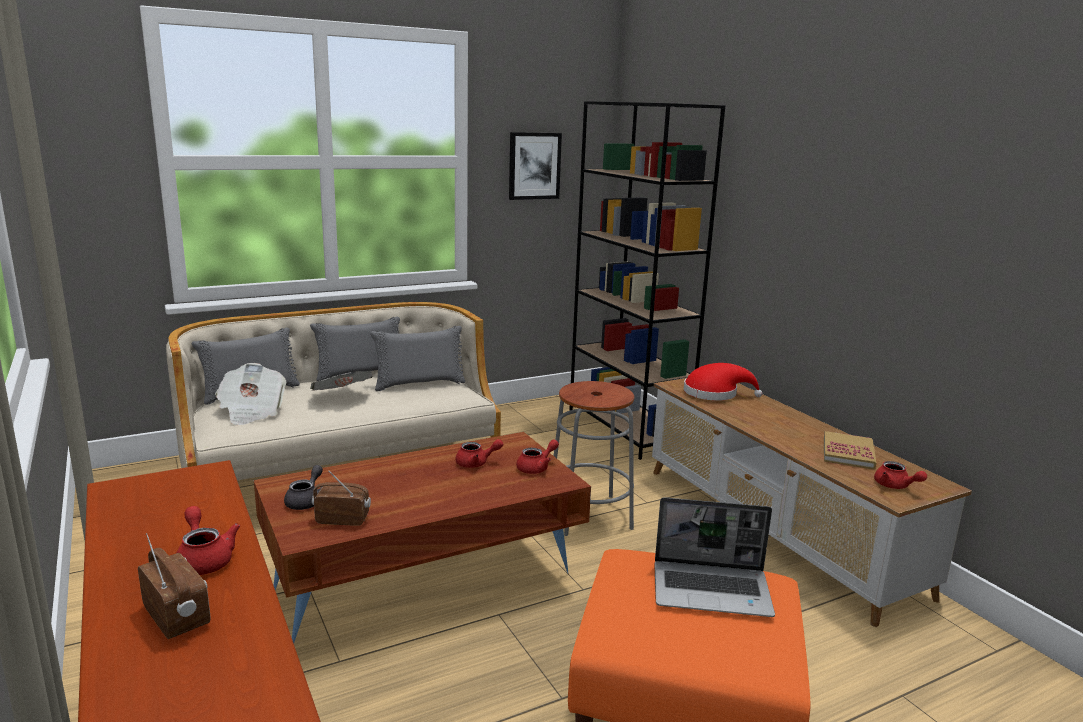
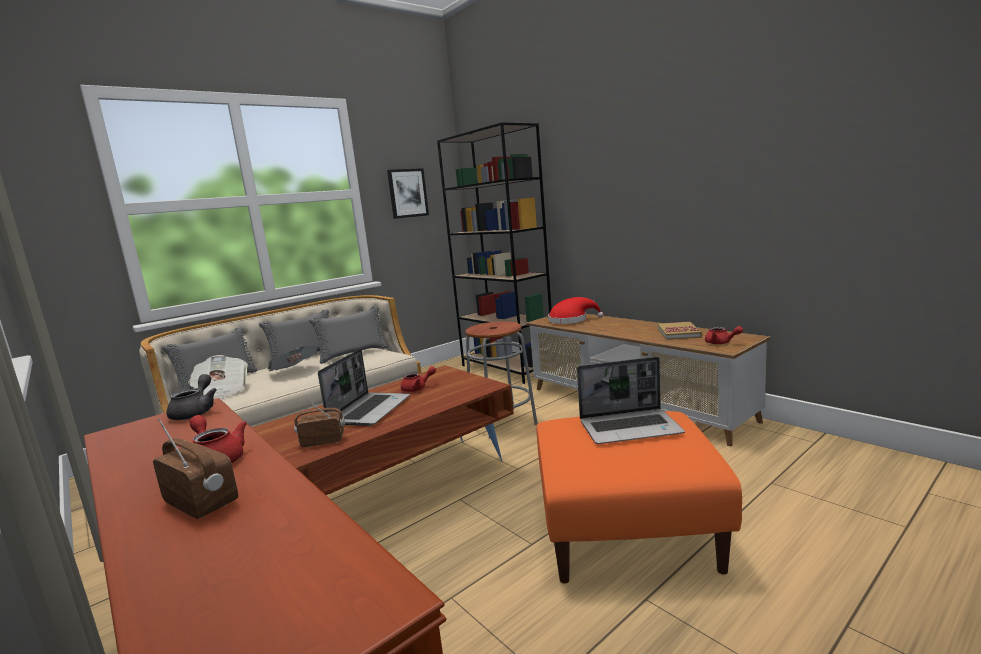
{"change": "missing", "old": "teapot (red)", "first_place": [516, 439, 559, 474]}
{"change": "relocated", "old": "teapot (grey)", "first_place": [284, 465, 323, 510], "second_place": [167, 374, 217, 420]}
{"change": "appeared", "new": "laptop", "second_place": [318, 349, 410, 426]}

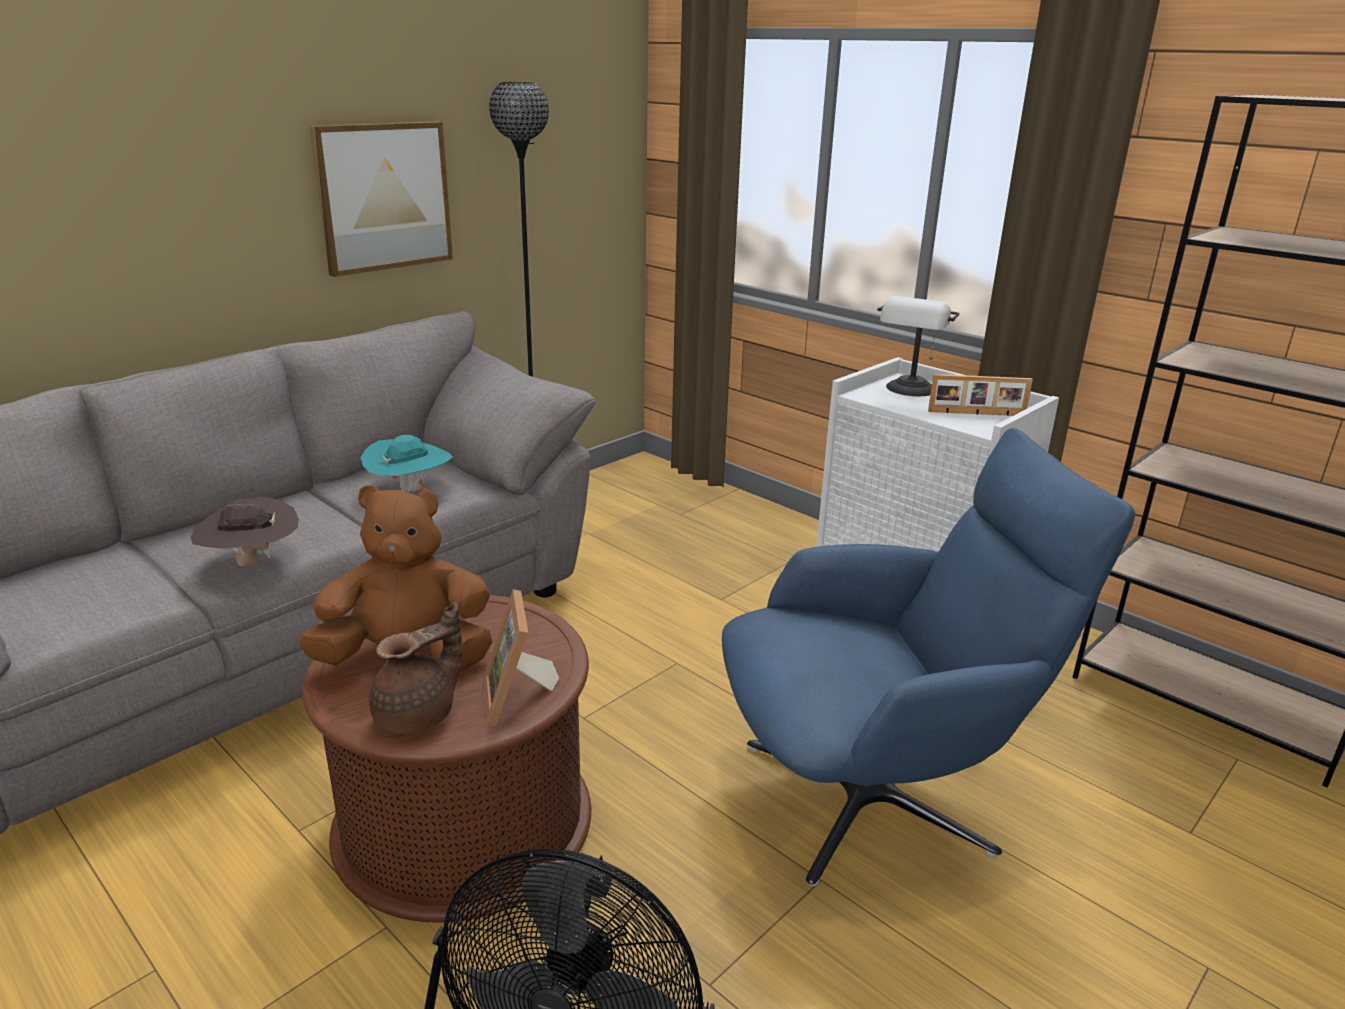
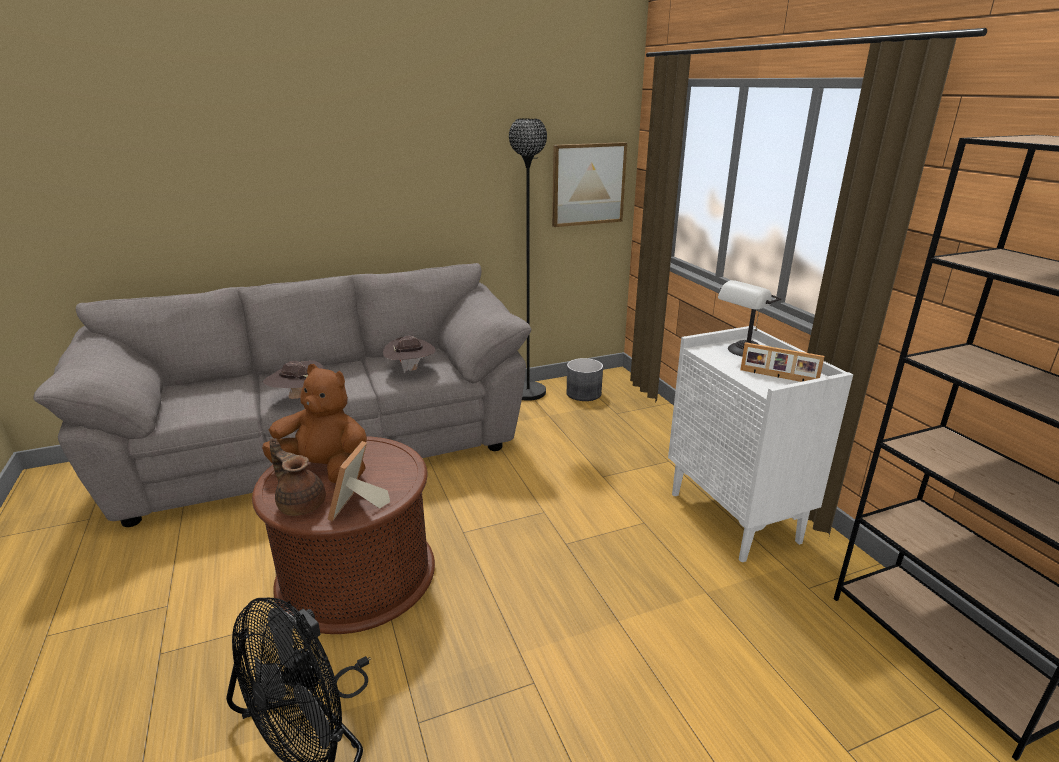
{"change": "relocated", "old": "picture", "first_place": [309, 121, 453, 277], "second_place": [552, 142, 627, 227]}
{"change": "missing", "old": "armchair (blue)", "first_place": [722, 428, 1135, 886]}
{"change": "colour", "old": "hat (turquoise)", "new": "hat (brown)", "first_place": [361, 435, 453, 492], "second_place": [383, 336, 436, 373]}
{"change": "spun", "old": "teapot (brown)", "first_place": [369, 602, 463, 734], "second_place": [269, 438, 326, 516], "degrees": -120}
{"change": "appeared", "new": "planter (grey)", "second_place": [566, 358, 603, 401]}

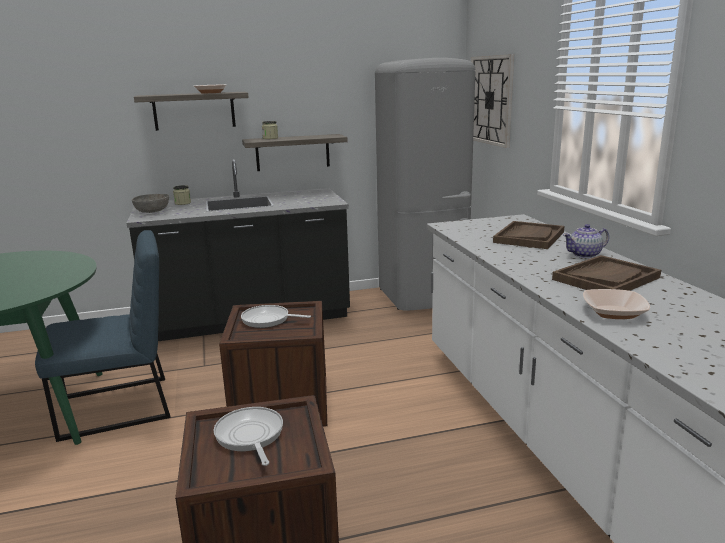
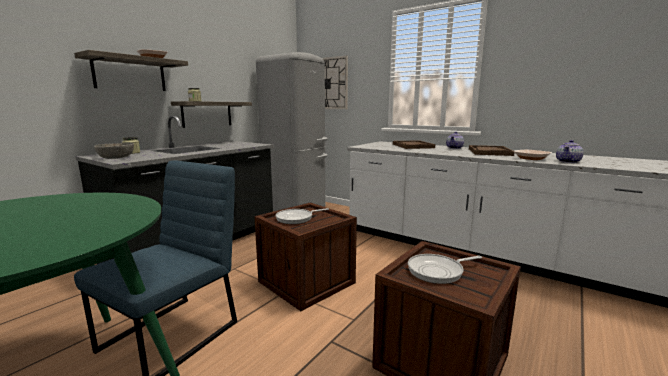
{"change": "spun", "old": "frying pan", "first_place": [214, 407, 283, 466], "second_place": [408, 254, 482, 284], "degrees": -45}
{"change": "appeared", "new": "teapot", "second_place": [556, 140, 584, 163]}

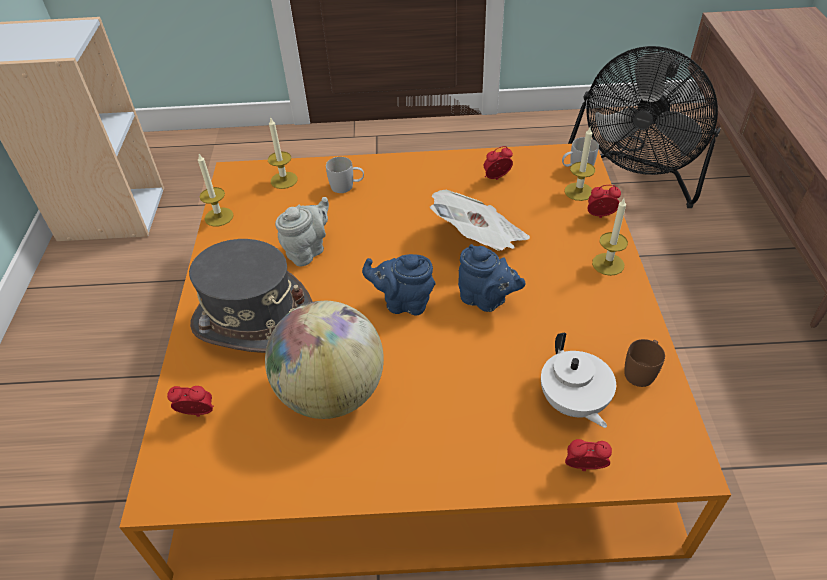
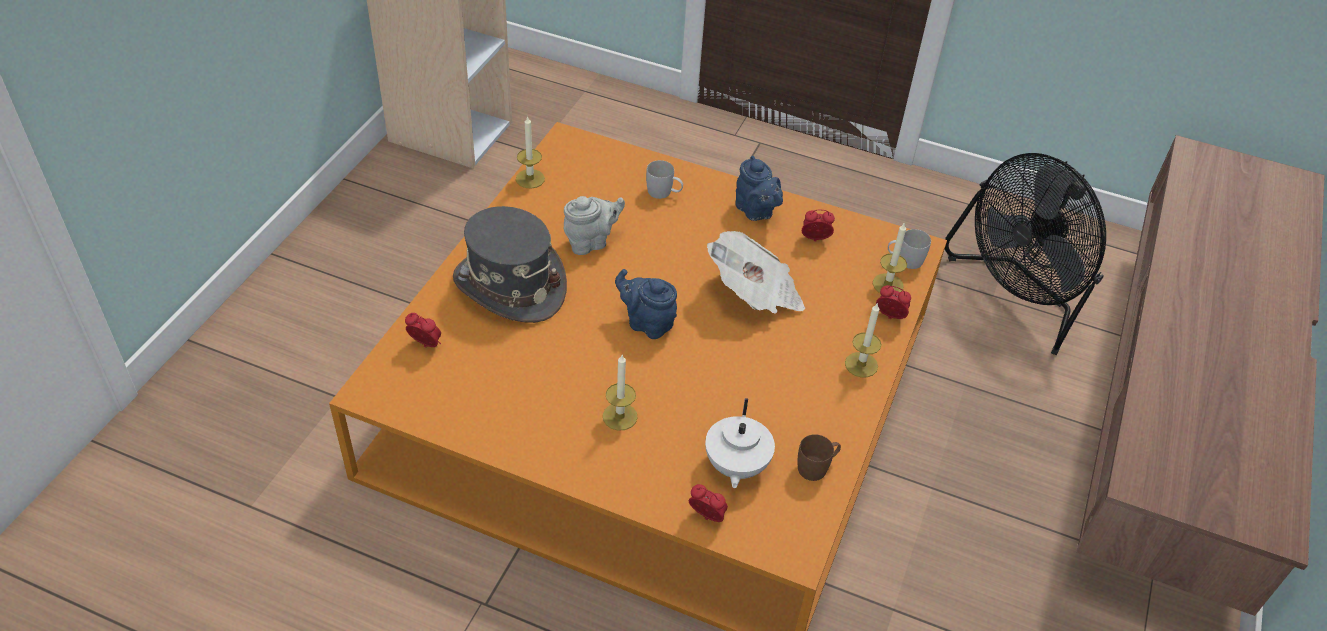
{"change": "relocated", "old": "candle", "first_place": [268, 117, 298, 189], "second_place": [603, 355, 637, 430]}
{"change": "relocated", "old": "teapot (blue)", "first_place": [458, 244, 526, 312], "second_place": [735, 156, 783, 221]}
{"change": "missing", "old": "globe", "first_place": [265, 301, 384, 419]}

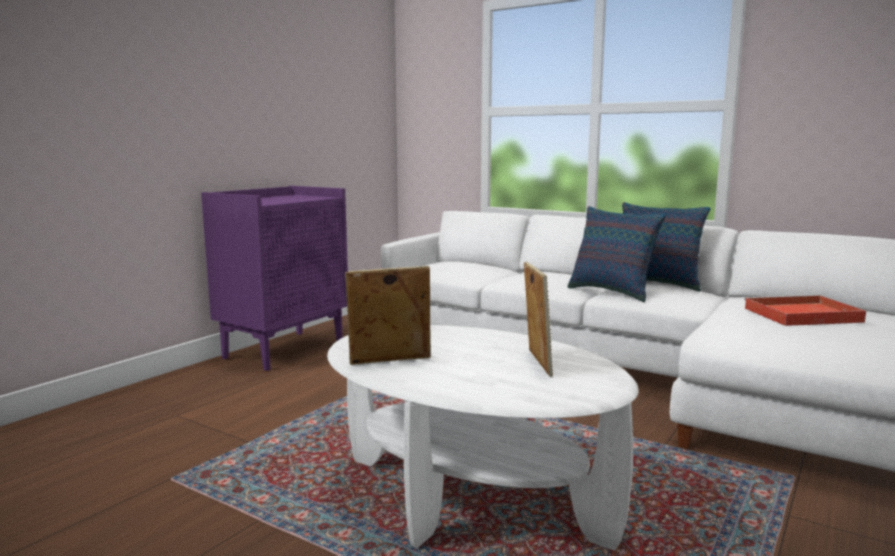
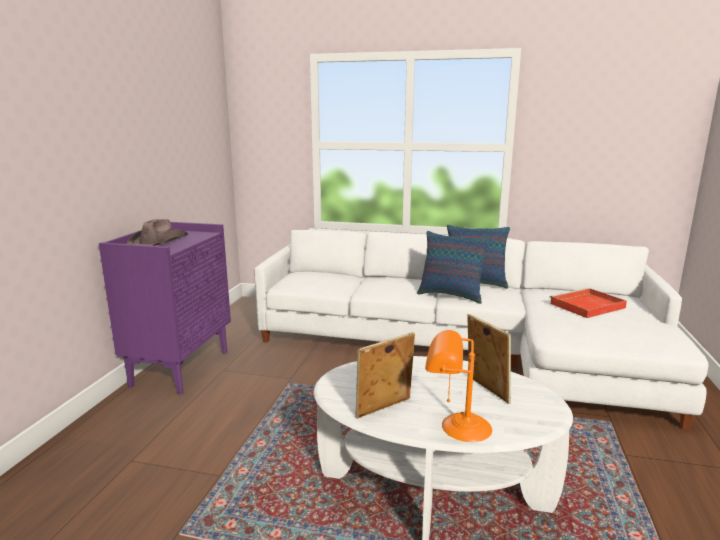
{"change": "appeared", "new": "hat (brown)", "second_place": [126, 219, 188, 246]}
{"change": "appeared", "new": "table lamp (orange)", "second_place": [425, 330, 492, 442]}

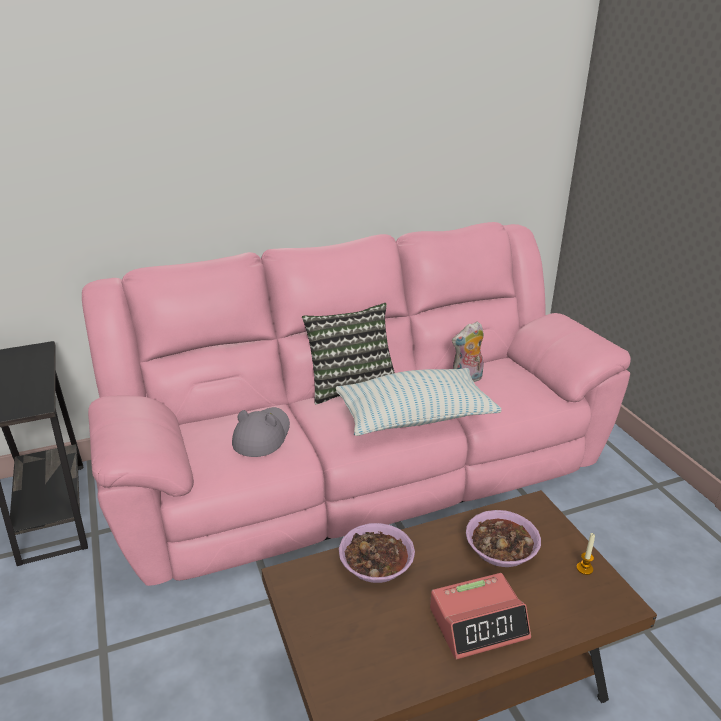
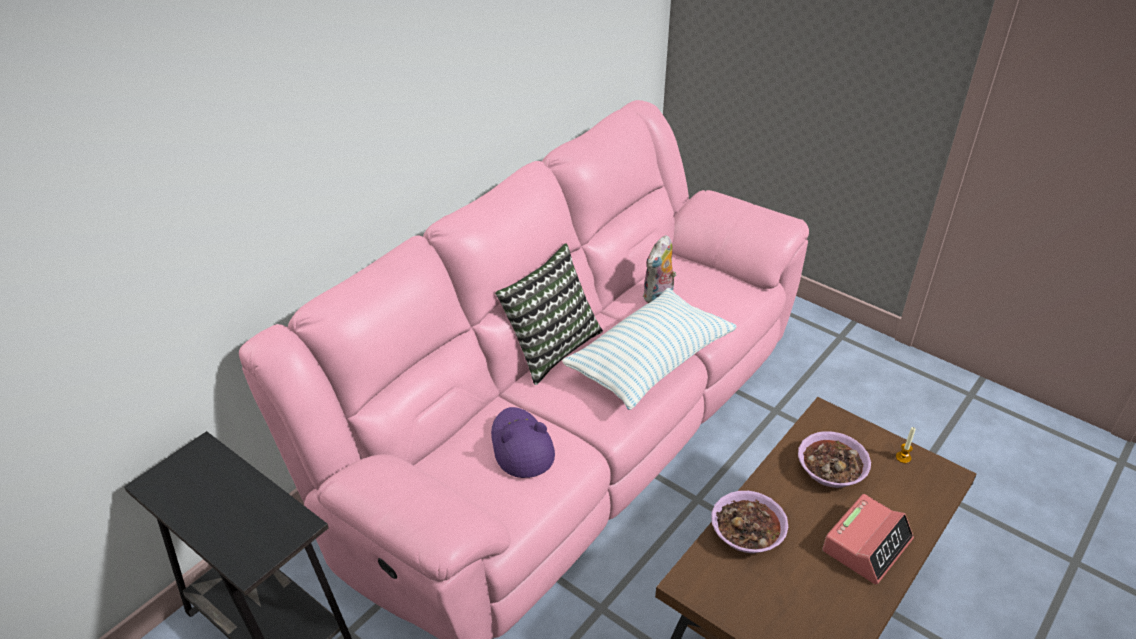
{"change": "colour", "old": "hat (grey)", "new": "hat (purple)", "first_place": [232, 407, 290, 457], "second_place": [491, 407, 555, 478]}

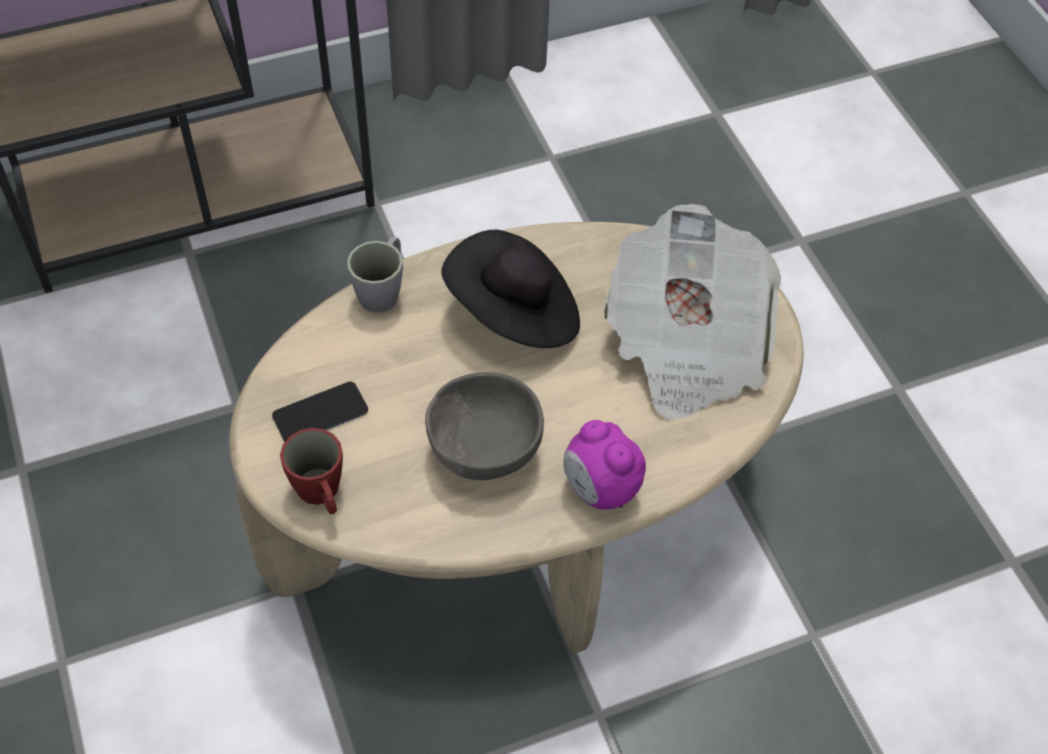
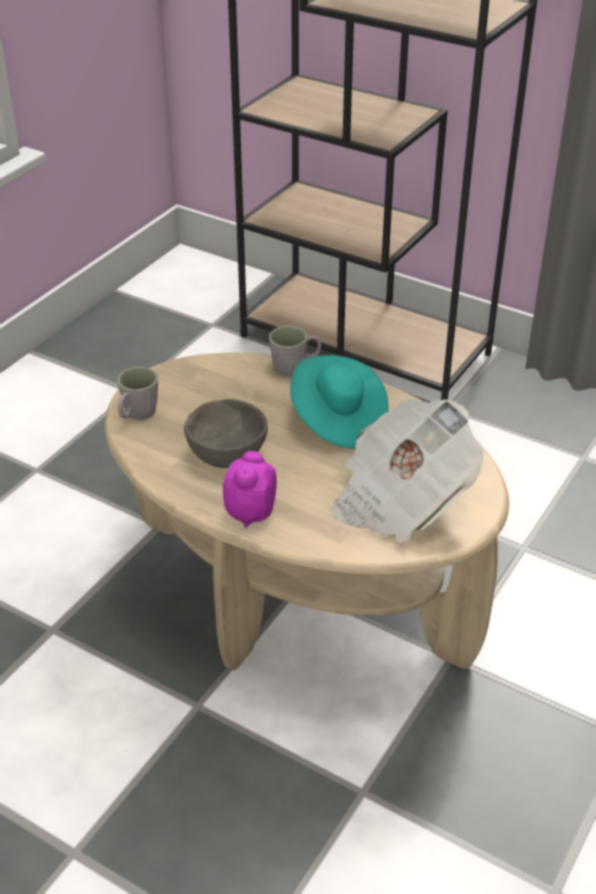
{"change": "colour", "old": "hat (black)", "new": "hat (turquoise)", "first_place": [442, 230, 580, 348], "second_place": [290, 355, 388, 448]}
{"change": "missing", "old": "phone", "first_place": [272, 382, 368, 442]}
{"change": "colour", "old": "mug (red)", "new": "mug (grey)", "first_place": [280, 428, 343, 514], "second_place": [118, 367, 158, 420]}

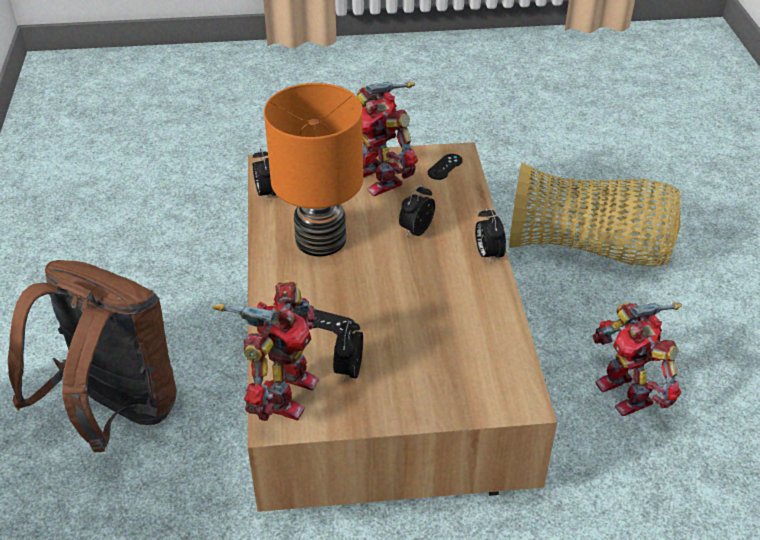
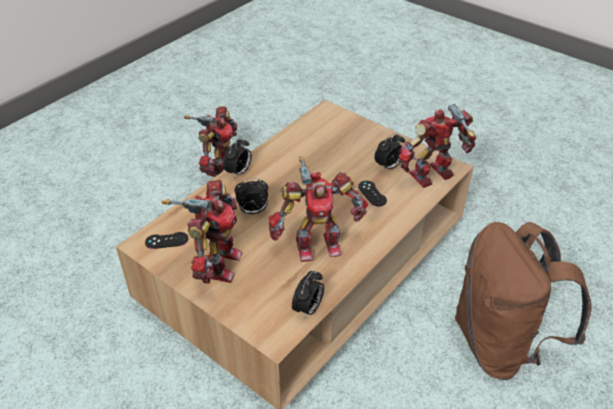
{"change": "exchanged", "old": "table lamp (orange)", "new": "toy robot", "first_place": [264, 83, 363, 257], "second_place": [269, 156, 368, 262]}
{"change": "missing", "old": "basket", "first_place": [509, 163, 680, 266]}

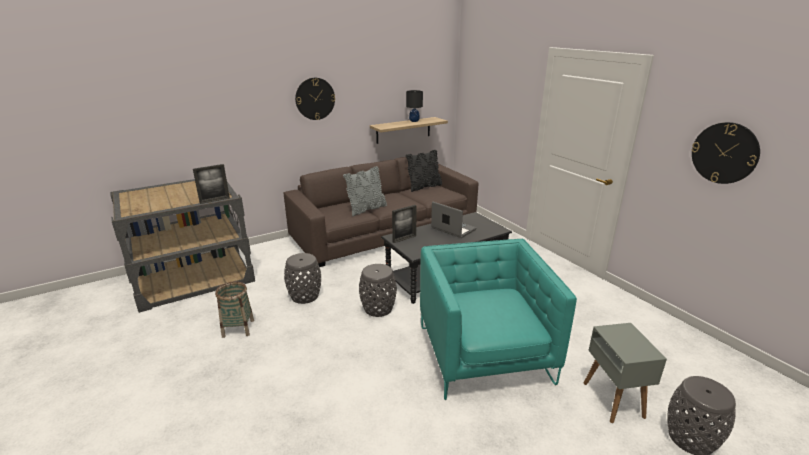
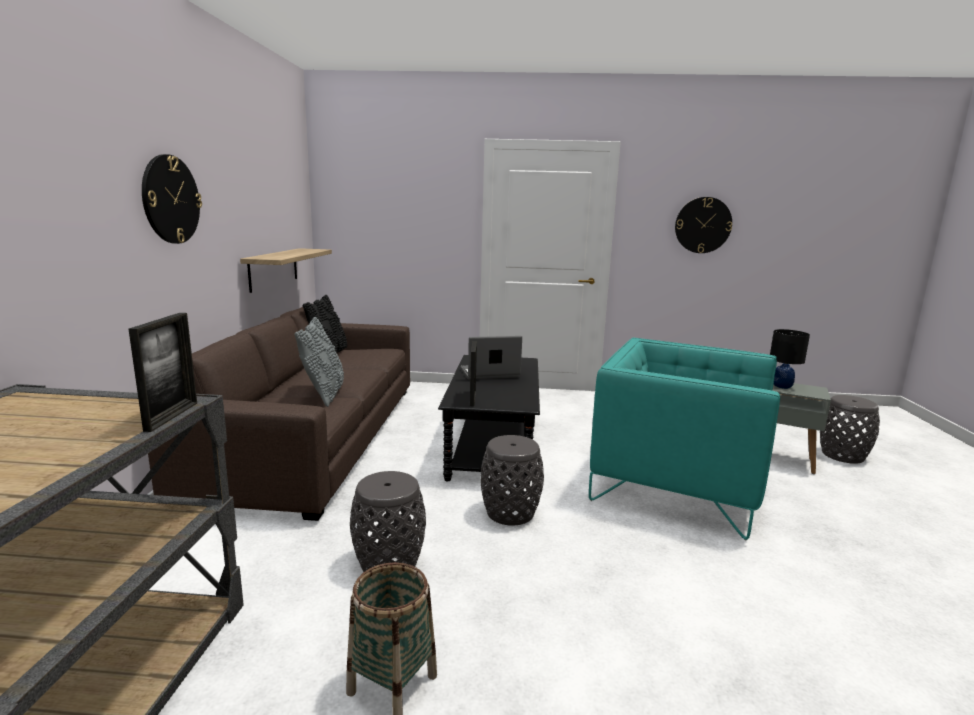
{"change": "relocated", "old": "table lamp (black)", "first_place": [406, 90, 423, 122], "second_place": [770, 329, 810, 389]}

